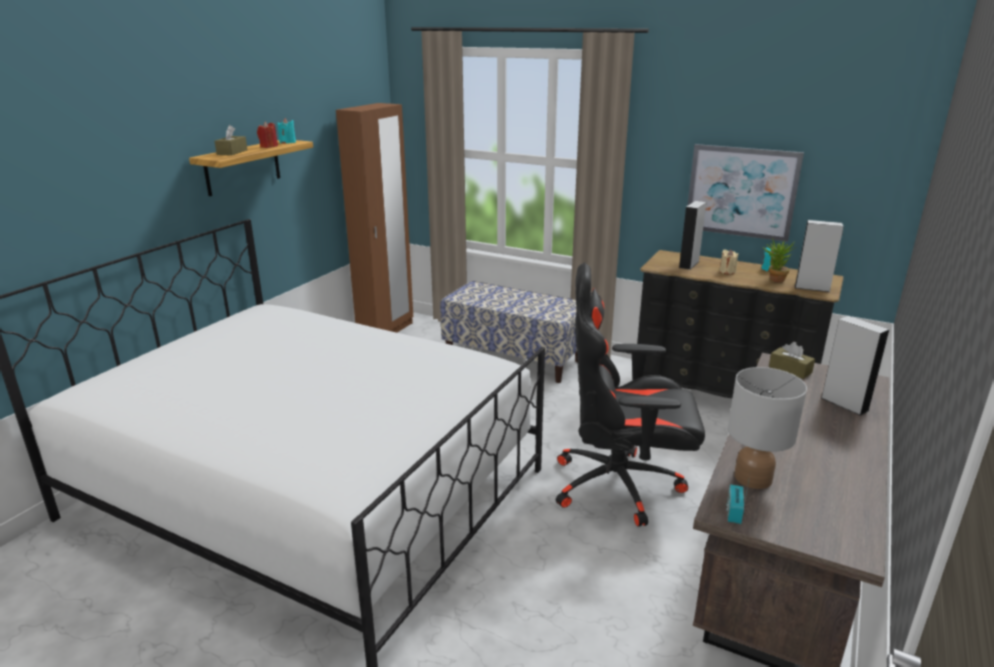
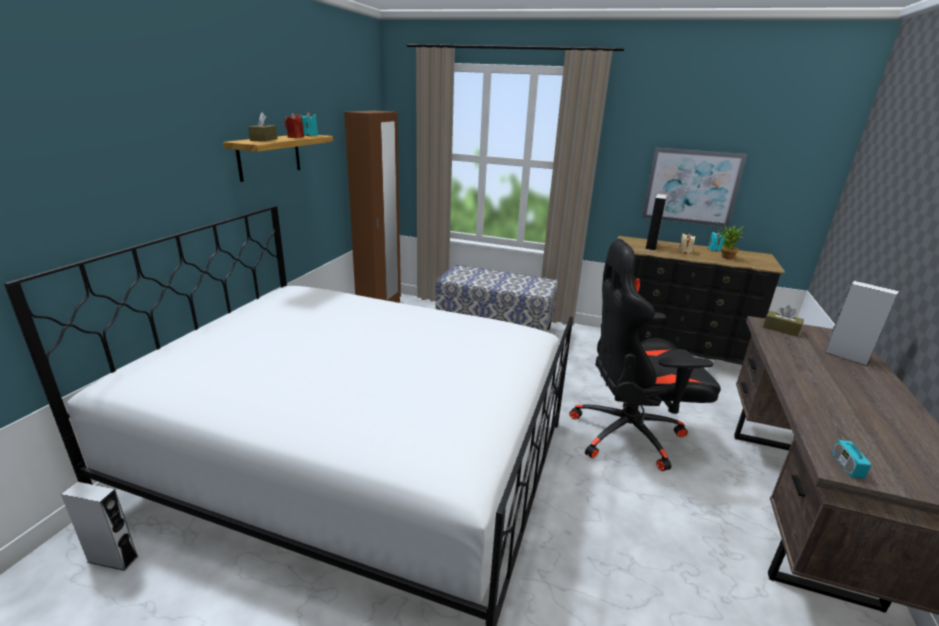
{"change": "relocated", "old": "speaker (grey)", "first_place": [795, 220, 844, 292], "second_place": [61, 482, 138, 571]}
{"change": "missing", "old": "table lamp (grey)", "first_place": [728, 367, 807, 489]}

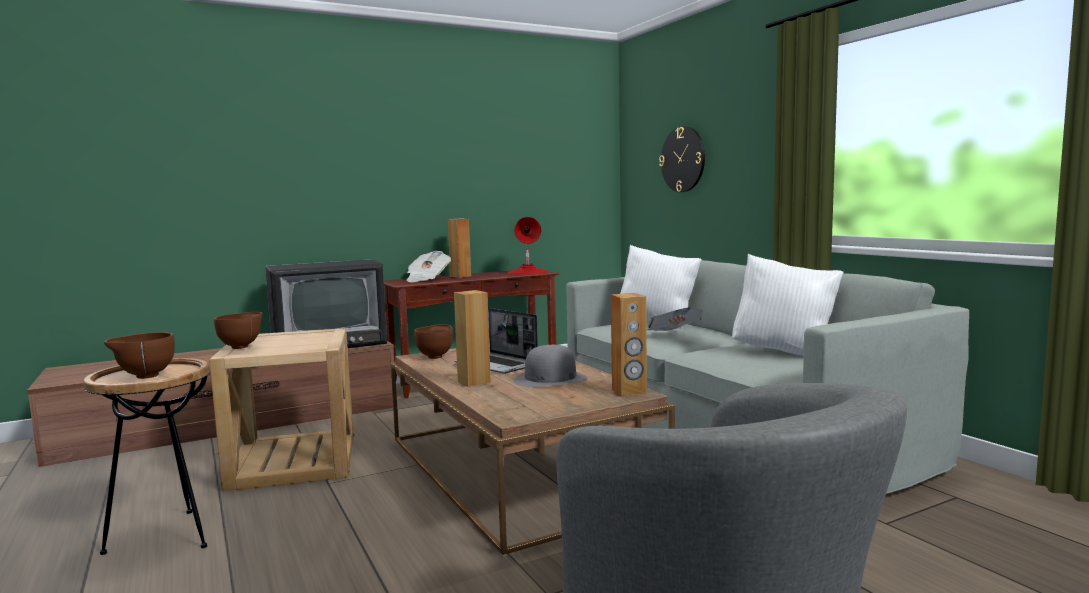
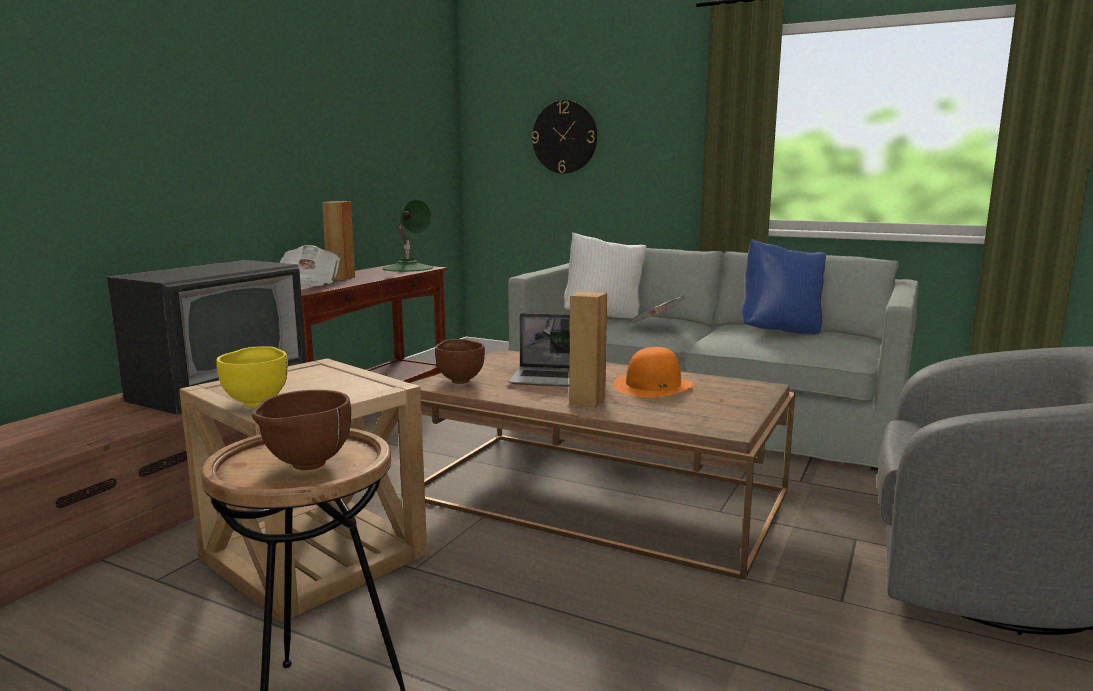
{"change": "colour", "old": "table lamp (red)", "new": "table lamp (green)", "first_place": [508, 217, 548, 274], "second_place": [383, 200, 433, 272]}
{"change": "colour", "old": "pillow (white)", "new": "pillow (blue)", "first_place": [732, 254, 844, 356], "second_place": [742, 239, 826, 334]}
{"change": "missing", "old": "speaker (brown)", "first_place": [611, 293, 647, 396]}
{"change": "colour", "old": "bowl (brown)", "new": "bowl (yellow)", "first_place": [214, 312, 263, 349], "second_place": [216, 346, 288, 407]}
{"change": "colour", "old": "hat (grey)", "new": "hat (orange)", "first_place": [513, 345, 588, 387], "second_place": [614, 347, 694, 398]}

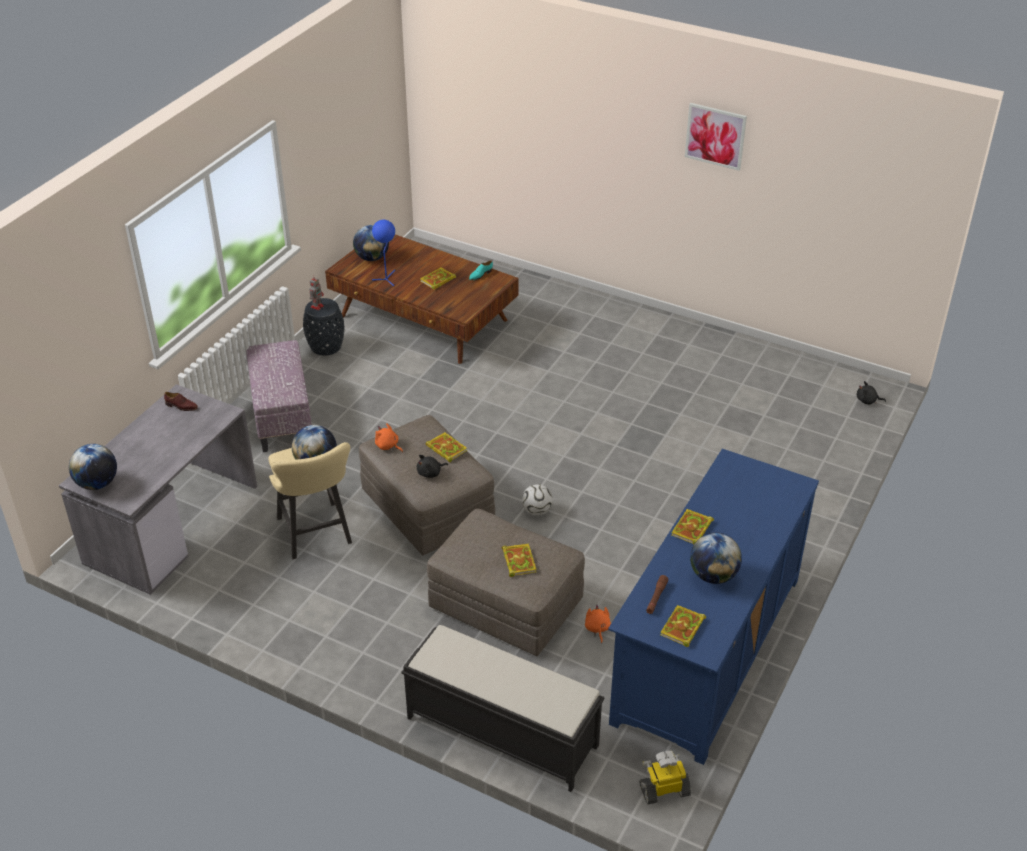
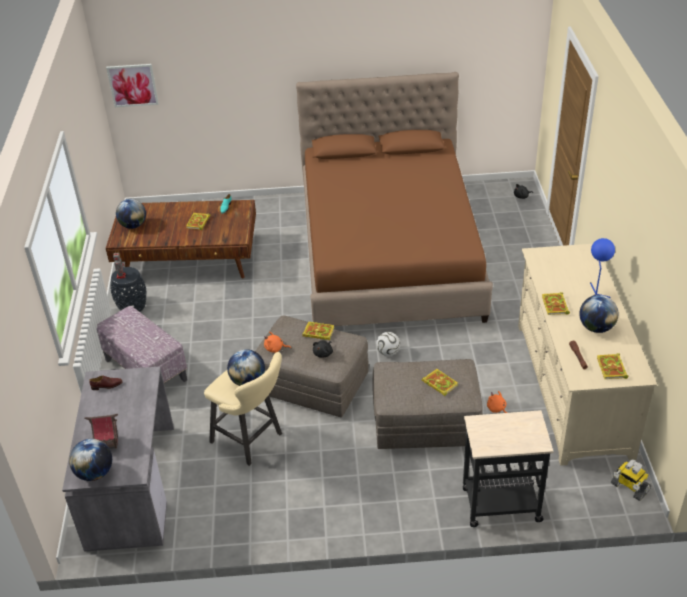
{"change": "relocated", "old": "picture", "first_place": [685, 103, 747, 171], "second_place": [106, 64, 159, 107]}
{"change": "relocated", "old": "table lamp (blue)", "first_place": [372, 220, 396, 286], "second_place": [590, 238, 615, 298]}
{"change": "colour", "old": "dresser (blue)", "new": "dresser (beige)", "first_place": [608, 449, 819, 765], "second_place": [518, 244, 657, 466]}
{"change": "exchanged", "old": "bench (black)", "new": "cart", "first_place": [401, 625, 605, 792], "second_place": [463, 410, 554, 527]}
{"change": "spun", "old": "toy robot", "first_place": [639, 751, 691, 805], "second_place": [611, 459, 651, 501], "degrees": -90}
{"change": "appeared", "new": "bed (brown)", "second_place": [296, 72, 493, 326]}
{"change": "appeared", "new": "toy house", "second_place": [85, 414, 118, 449]}

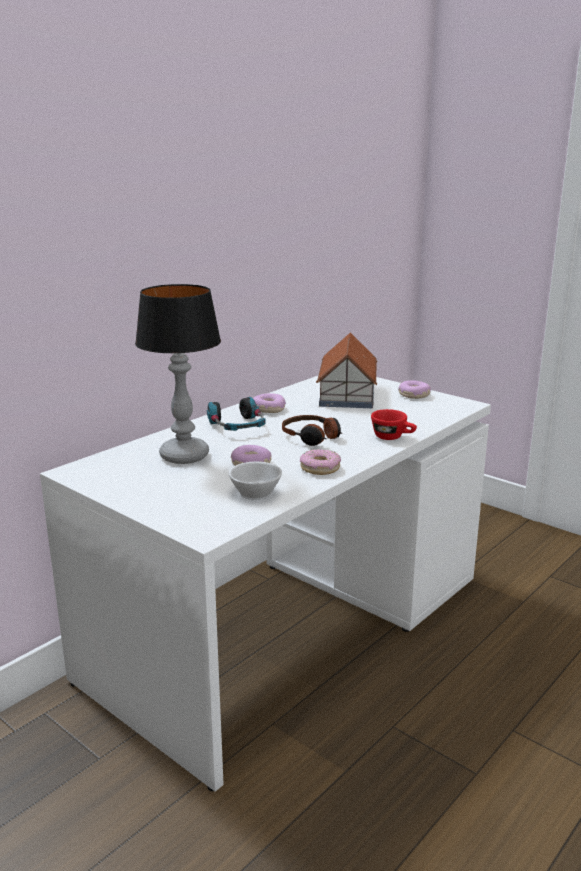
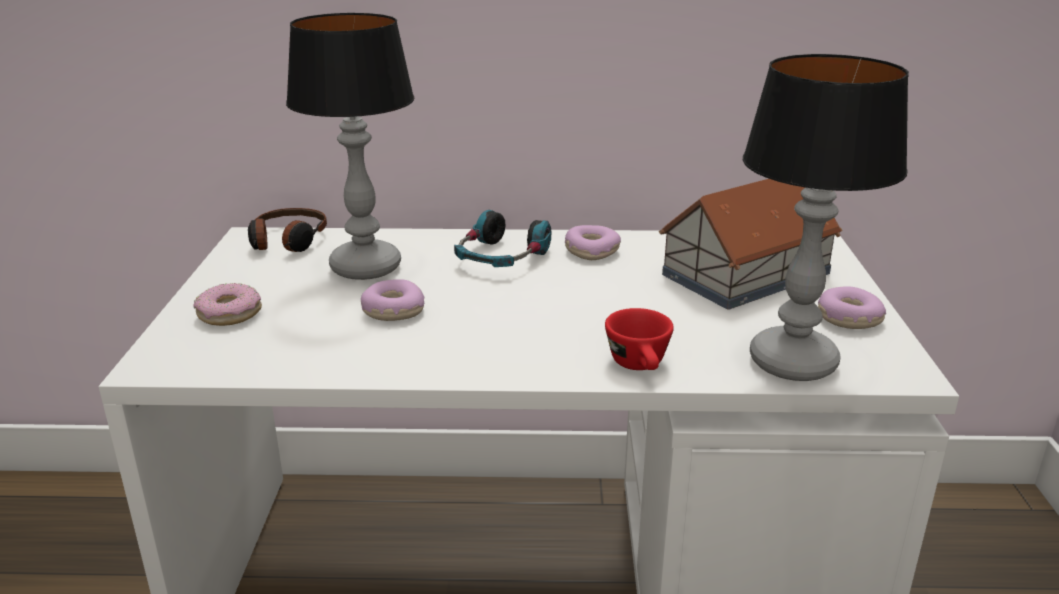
{"change": "relocated", "old": "headphones", "first_place": [282, 415, 342, 446], "second_place": [248, 208, 327, 252]}
{"change": "relocated", "old": "donut", "first_place": [300, 449, 341, 475], "second_place": [193, 283, 262, 326]}
{"change": "missing", "old": "cup (white)", "first_place": [228, 462, 282, 500]}
{"change": "appeared", "new": "table lamp", "second_place": [743, 54, 909, 381]}

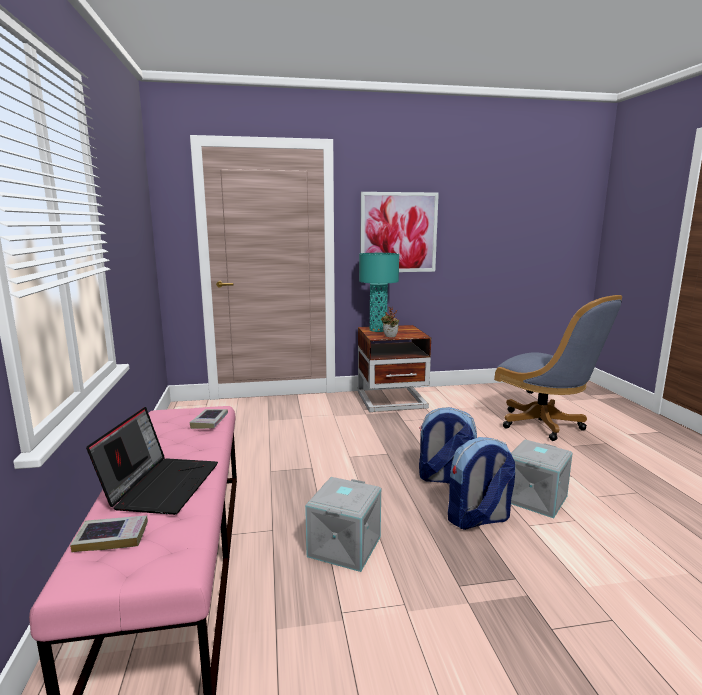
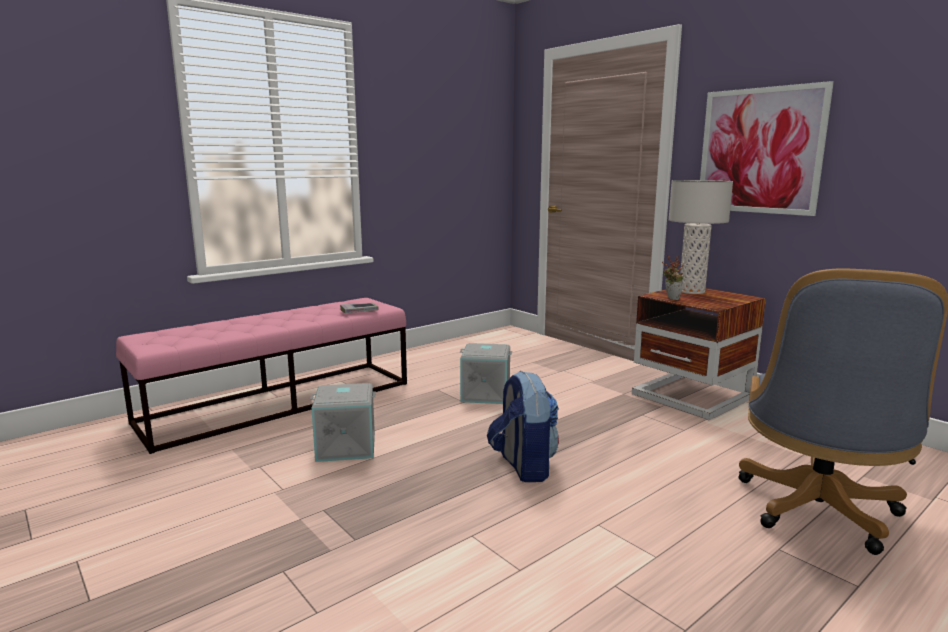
{"change": "colour", "old": "table lamp (turquoise)", "new": "table lamp (white)", "first_place": [359, 253, 399, 332], "second_place": [669, 180, 733, 294]}
{"change": "missing", "old": "laptop", "first_place": [86, 407, 218, 515]}
{"change": "missing", "old": "backpack", "first_place": [448, 437, 515, 530]}
{"change": "relocated", "old": "storage box (grey)", "first_place": [511, 440, 573, 518], "second_place": [460, 343, 512, 404]}
{"change": "missing", "old": "book", "first_place": [70, 516, 148, 552]}

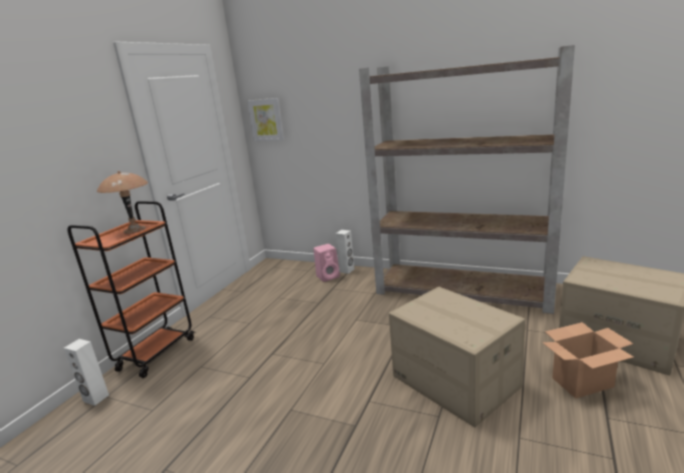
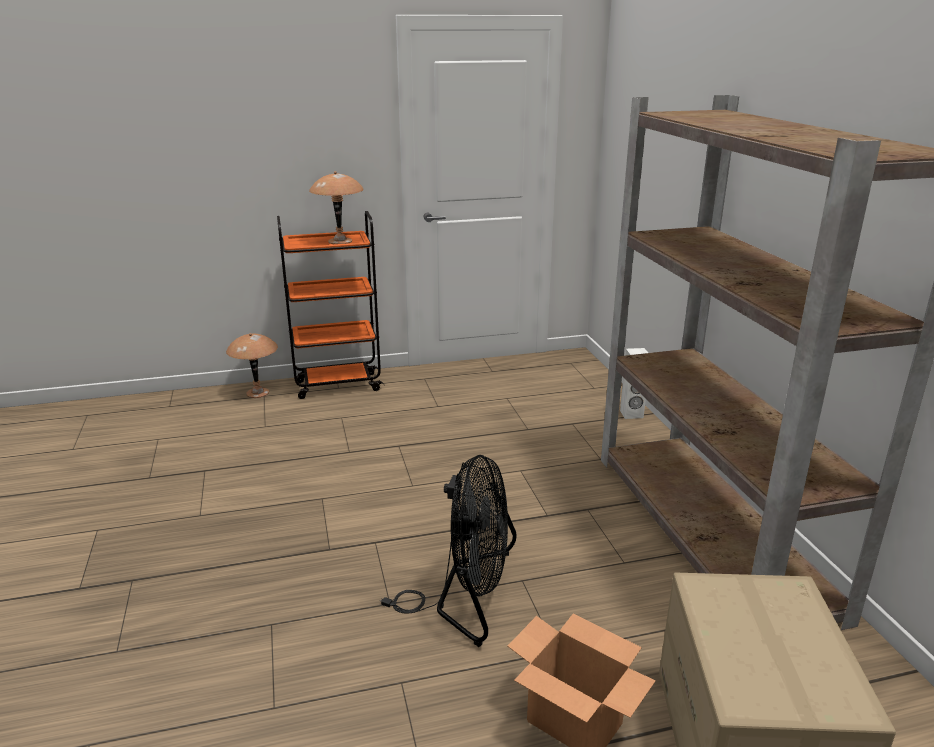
{"change": "missing", "old": "picture", "first_place": [247, 98, 284, 141]}
{"change": "missing", "old": "speaker (pink)", "first_place": [314, 244, 340, 282]}
{"change": "exchanged", "old": "cardboard box", "new": "fan (black)", "first_place": [389, 287, 525, 427], "second_place": [381, 455, 517, 647]}
{"change": "exchanged", "old": "speaker (white)", "new": "table lamp (brown)", "first_place": [64, 339, 109, 406], "second_place": [226, 333, 278, 398]}

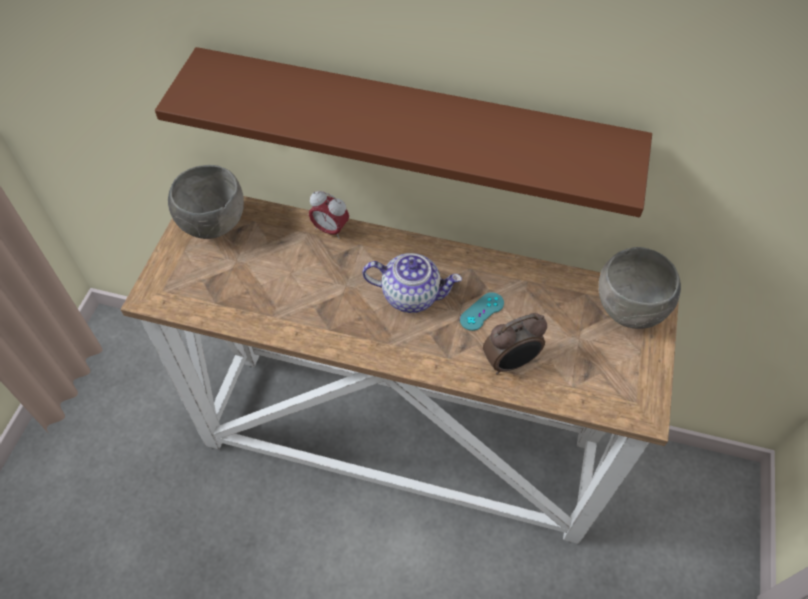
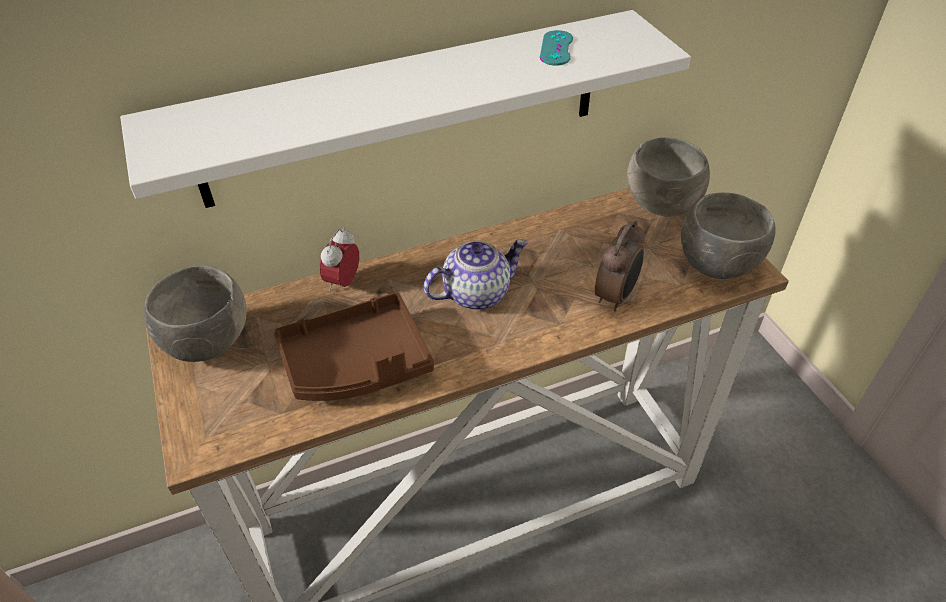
{"change": "colour", "old": "shelf (brown)", "new": "shelf (white)", "first_place": [155, 47, 652, 217], "second_place": [120, 10, 691, 208]}
{"change": "spun", "old": "alarm clock", "first_place": [309, 191, 349, 239], "second_place": [320, 228, 359, 292], "degrees": 120}
{"change": "relocated", "old": "game controller (turquoise)", "first_place": [460, 292, 504, 331], "second_place": [540, 30, 573, 66]}
{"change": "appeared", "new": "bowl (grey)", "second_place": [681, 192, 776, 279]}
{"change": "appeared", "new": "tray (brown)", "second_place": [274, 292, 434, 401]}

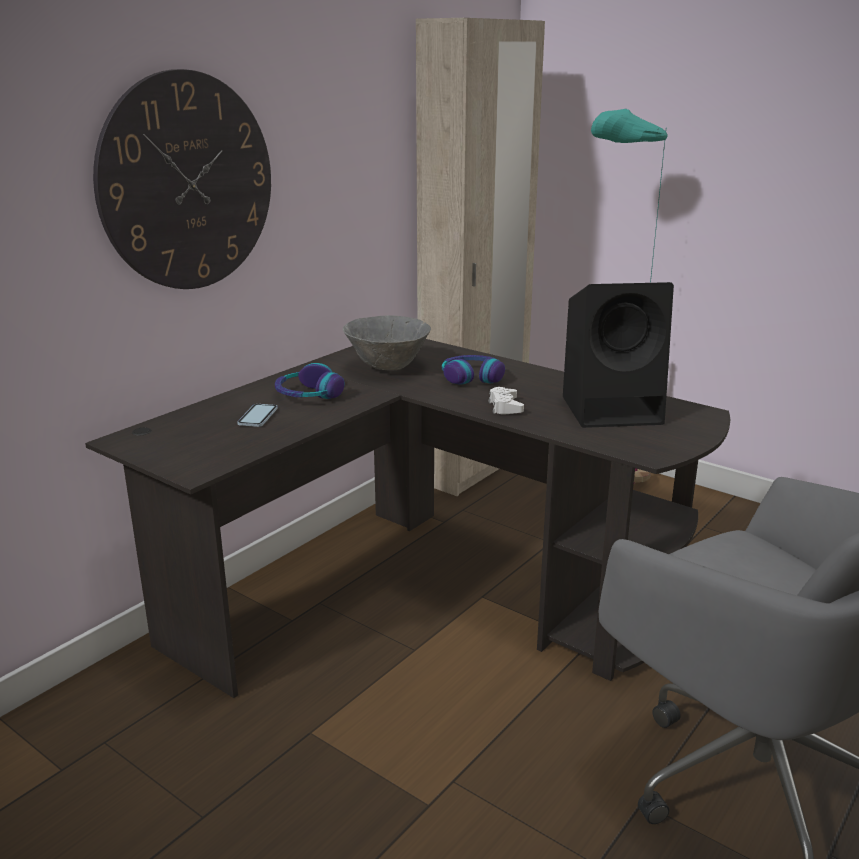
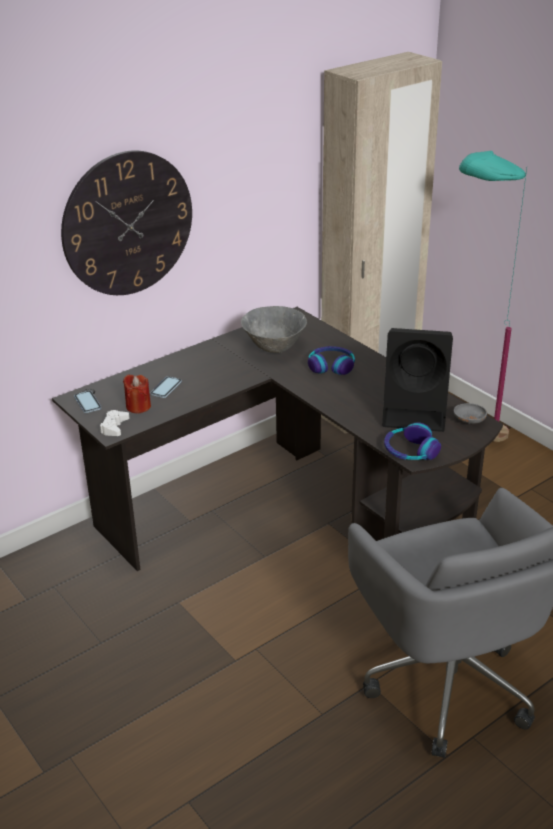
{"change": "relocated", "old": "headphones", "first_place": [275, 363, 345, 399], "second_place": [384, 423, 441, 460]}
{"change": "relocated", "old": "game controller (white)", "first_place": [488, 387, 524, 415], "second_place": [100, 410, 129, 436]}
{"change": "appeared", "new": "candle (red)", "second_place": [123, 375, 151, 413]}
{"change": "appeared", "new": "phone", "second_place": [74, 391, 101, 413]}
{"change": "appeared", "new": "bowl (grey)", "second_place": [454, 403, 487, 424]}

